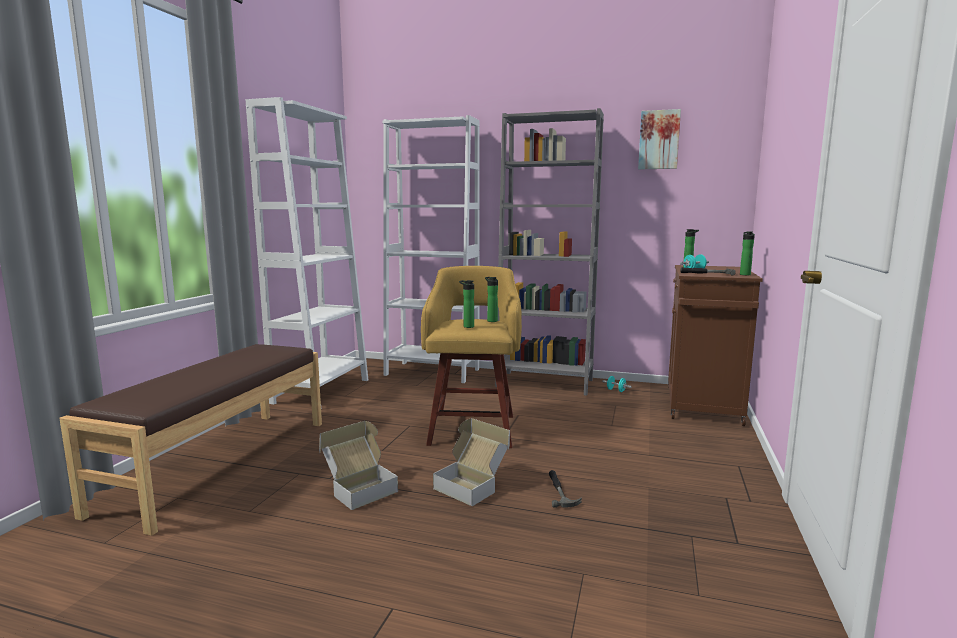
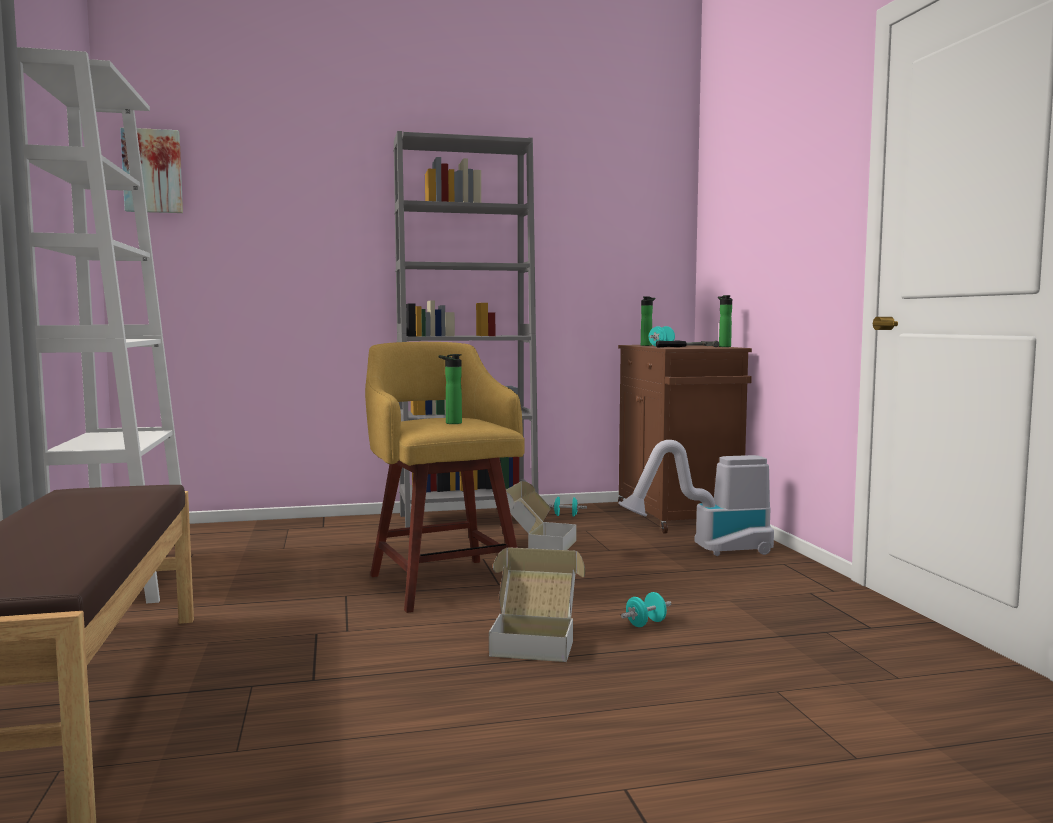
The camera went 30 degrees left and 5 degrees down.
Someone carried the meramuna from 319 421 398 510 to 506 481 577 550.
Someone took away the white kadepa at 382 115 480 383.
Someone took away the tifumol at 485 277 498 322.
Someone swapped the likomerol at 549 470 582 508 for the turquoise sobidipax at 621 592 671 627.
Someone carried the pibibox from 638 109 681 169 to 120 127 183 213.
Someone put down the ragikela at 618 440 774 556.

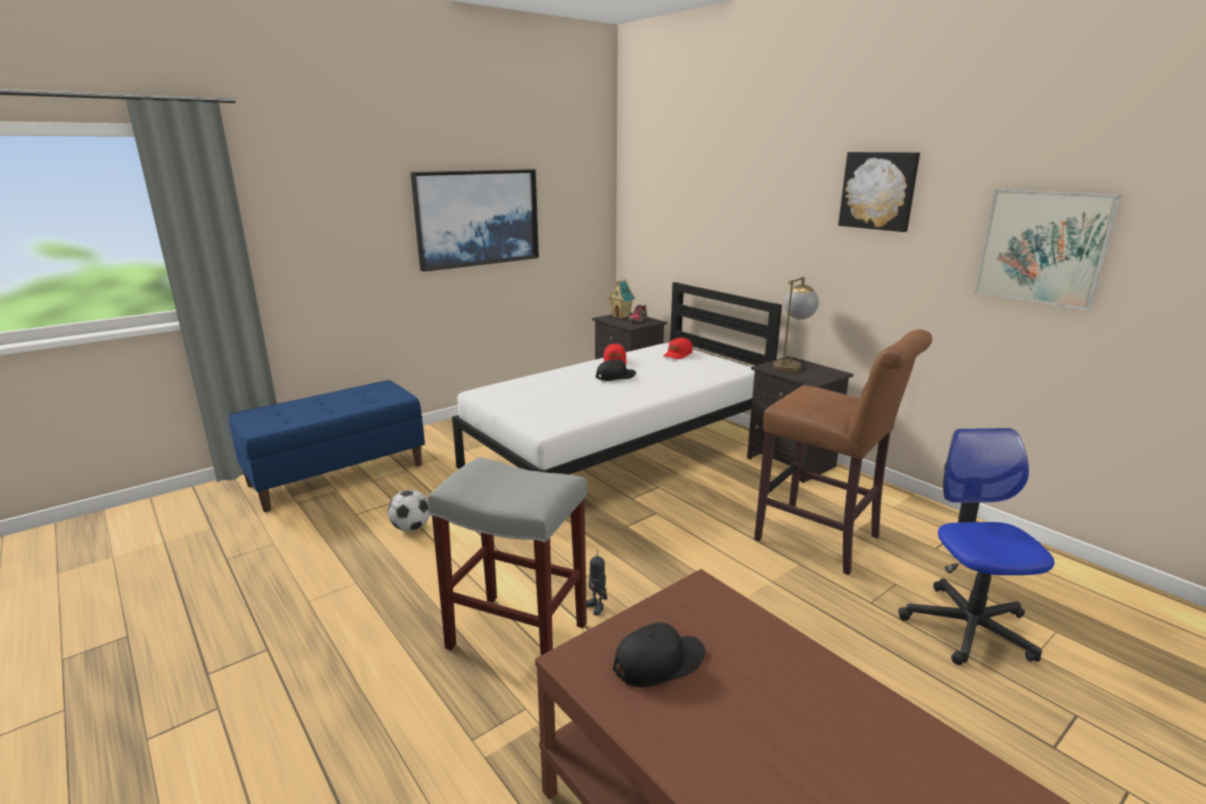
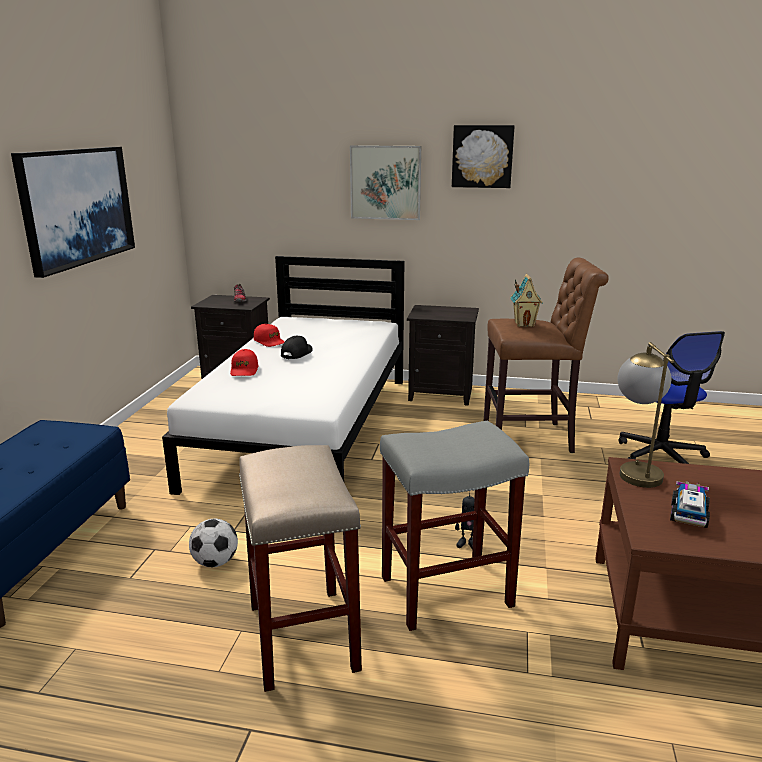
The camera went 40 degrees left and 0 degrees up.
Someone carried the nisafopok from 608 279 635 319 to 510 274 543 327.
Someone swapped the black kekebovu at 613 622 705 687 for the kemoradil at 670 481 710 528.
Someone carried the red kekebovu from 663 338 693 359 to 230 349 258 376.
Someone carried the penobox from 773 277 819 372 to 618 342 674 488.
Someone rotated the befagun at 898 428 1054 665 by 150 degrees counterclockwise.
Someone carried the pibibox from 974 189 1122 310 to 350 145 421 220.
Someone put down the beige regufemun at 239 445 362 692.

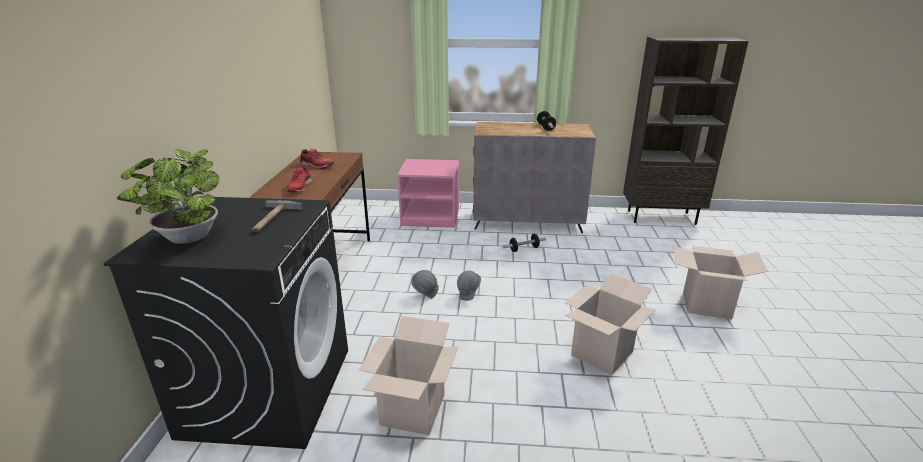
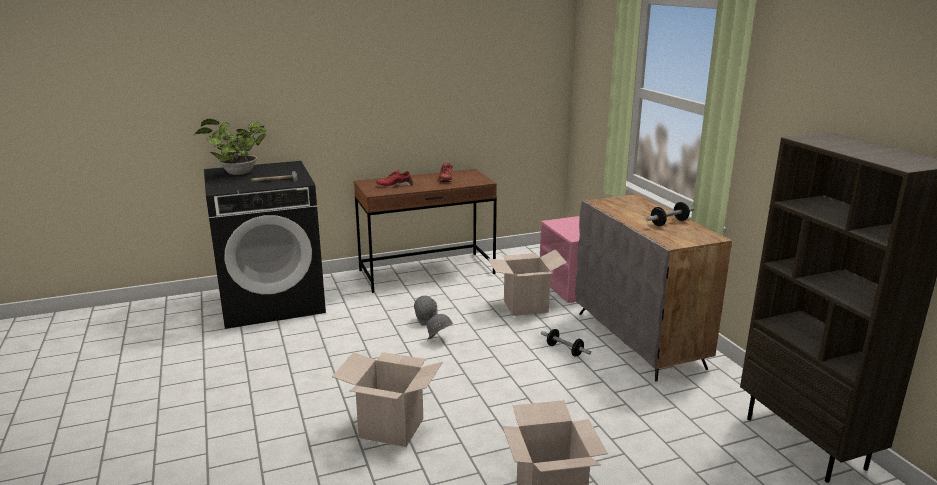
The camera went 65 degrees right and 5 degrees down.
Someone carried the meramuna from 359 316 458 435 to 488 249 567 316.

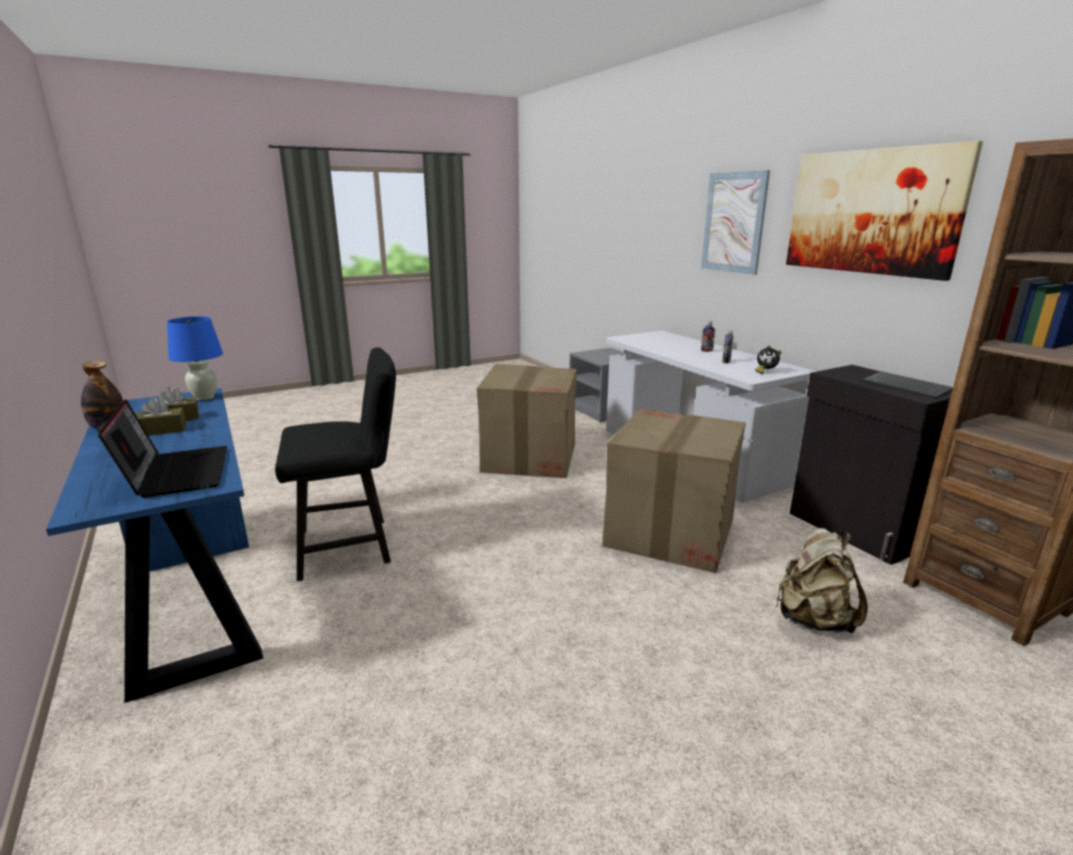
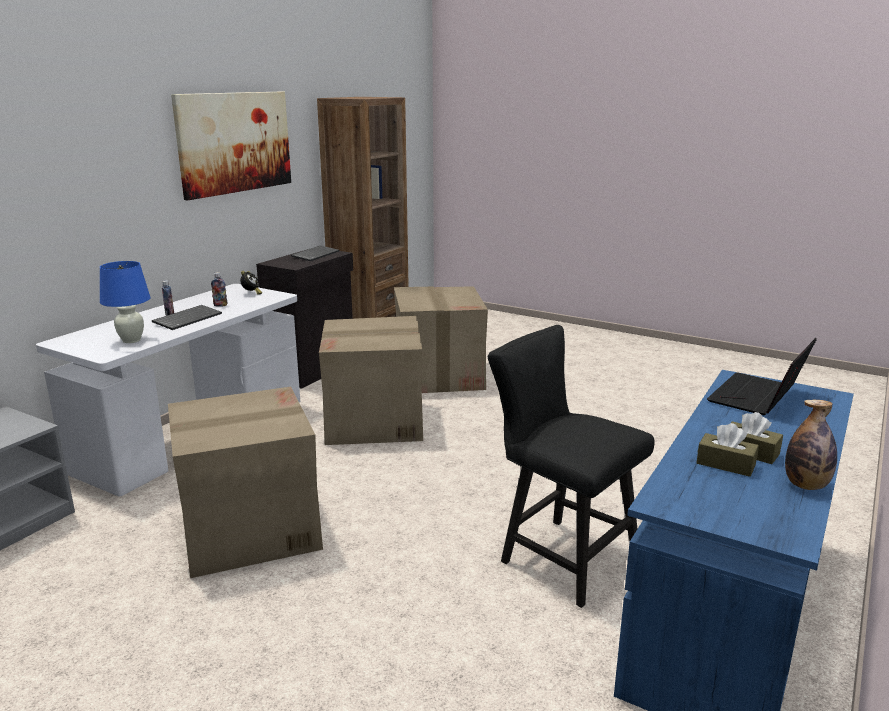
The camera went 120 degrees left and 0 degrees up.
Someone carried the blue penobox from 167 316 223 400 to 100 261 150 343.
Someone took away the pibibox at 701 170 770 275.
Someone swapped the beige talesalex at 776 528 868 634 for the meramuna at 394 286 488 393.
Someone put down the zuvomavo at 152 305 222 330.

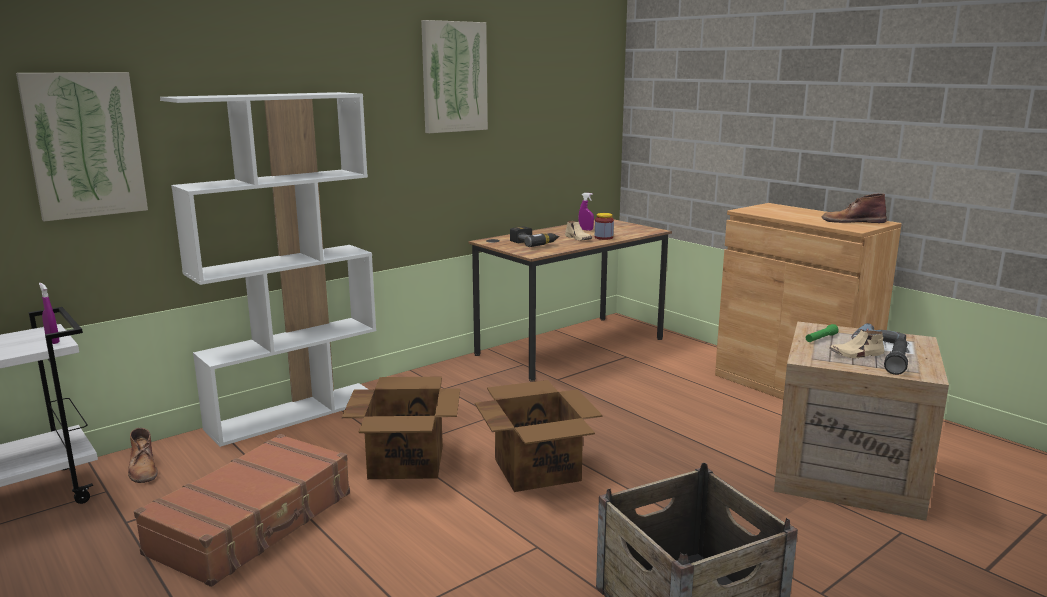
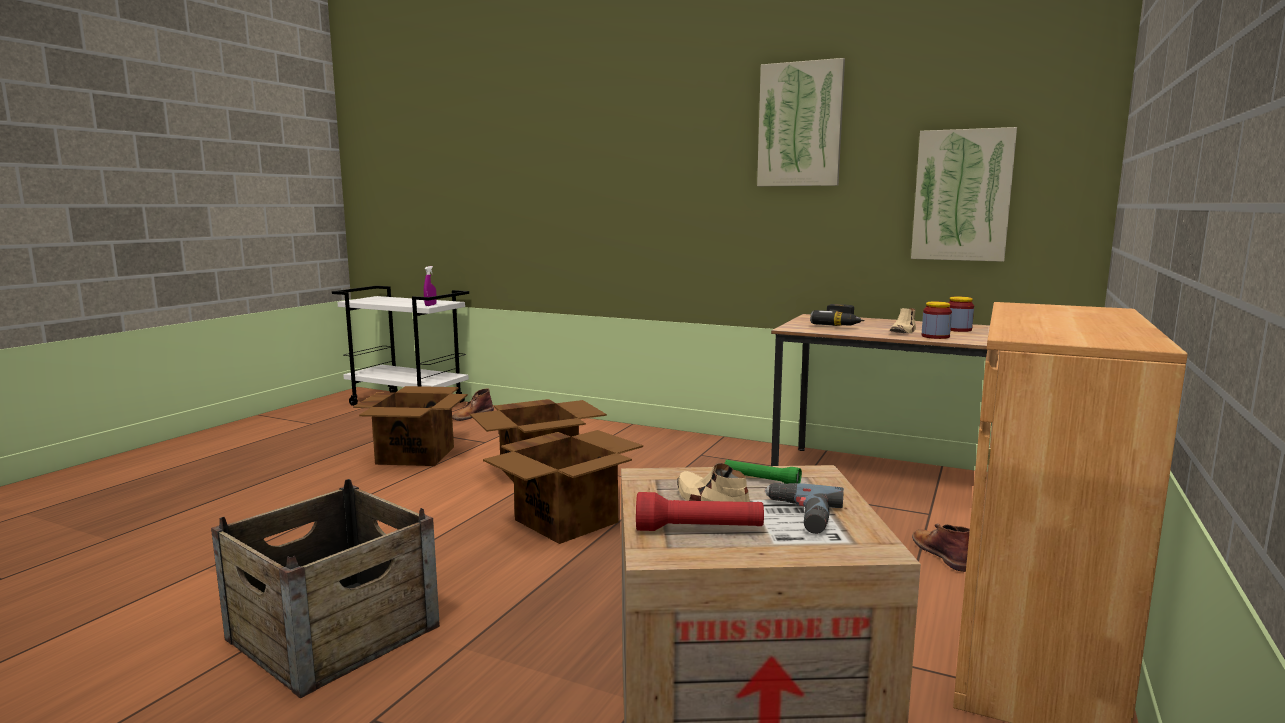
The camera went 65 degrees right and 5 degrees down.
Someone carried the pibibox from 16 72 148 221 to 911 127 1017 262.
Someone swapped the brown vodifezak at 134 434 350 587 for the meramuna at 353 386 468 466.
Someone took away the white kadepa at 160 92 376 447.
Someone swapped the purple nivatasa at 578 193 594 231 for the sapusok at 948 297 974 332.
Someone carried the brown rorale from 822 193 887 223 to 912 524 970 572.
Someone repainted the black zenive at 884 338 908 375, which became the red zenive at 636 492 764 531.

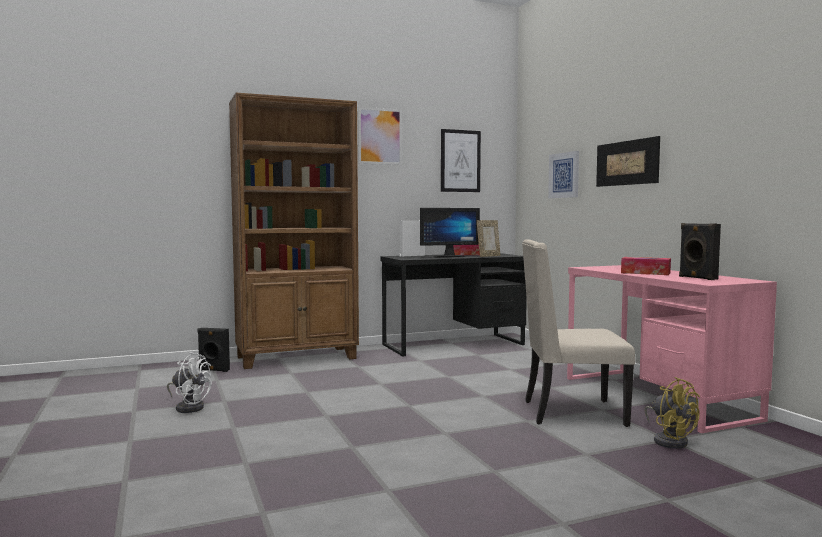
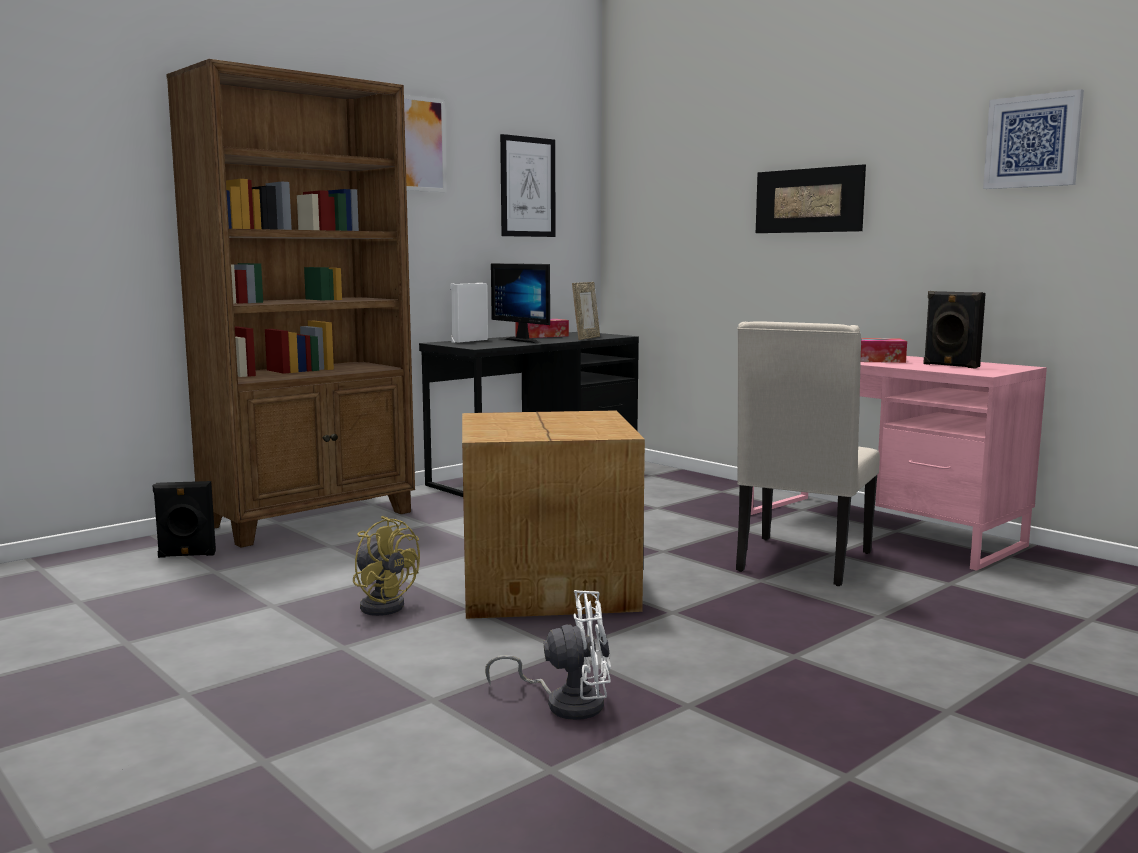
The camera went 20 degrees left and 5 degrees up.
Someone carried the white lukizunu from 167 352 212 413 to 485 590 611 720.
Someone rotated the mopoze at 420 208 480 257 by 90 degrees clockwise.
Someone rotated the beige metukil at 522 239 635 427 by 45 degrees counterclockwise.
Someone carried the pibibox from 548 151 579 198 to 983 89 1084 189.
Someone carried the yellow lukizunu from 644 377 700 449 to 353 516 420 616.
Someone put down the meramuna at 462 410 645 619.

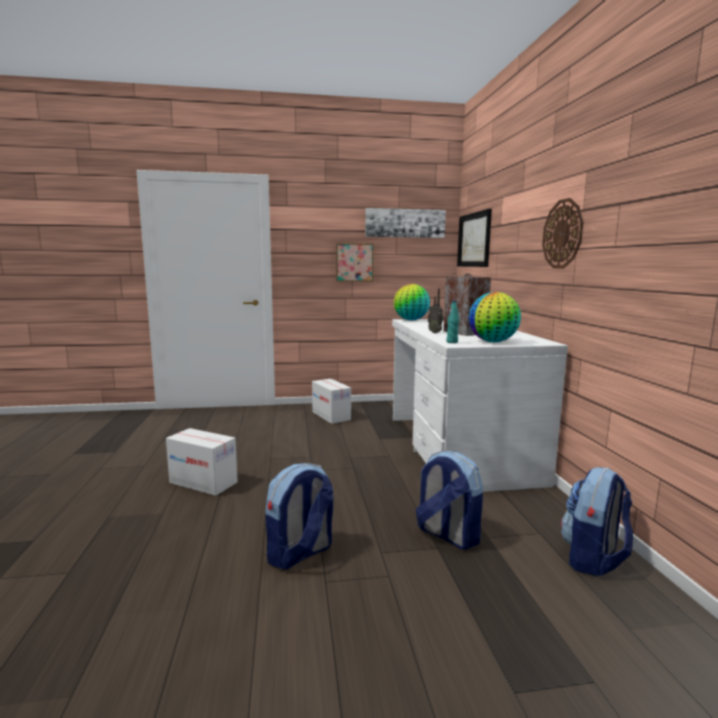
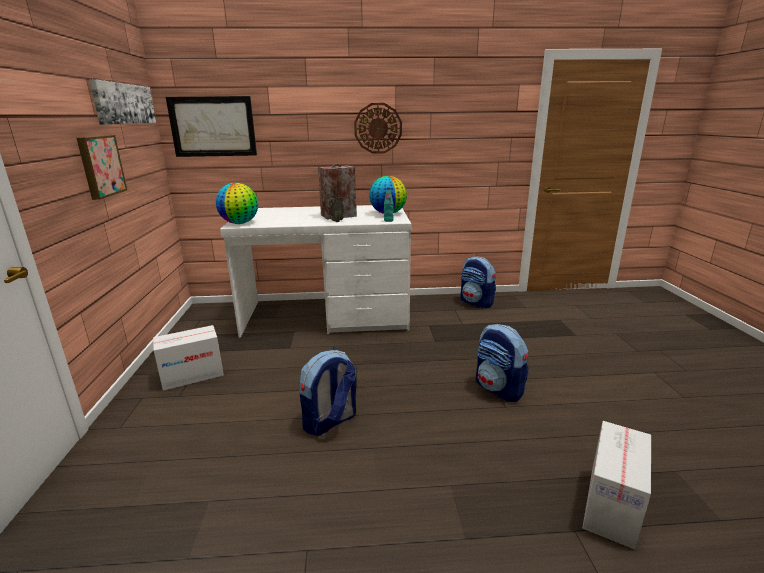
The camera went 85 degrees left and 10 degrees up.
Someone carried the meramuna from 166 428 238 496 to 582 421 651 550.
Someone carried the talesalex from 416 451 483 550 to 300 350 356 436.

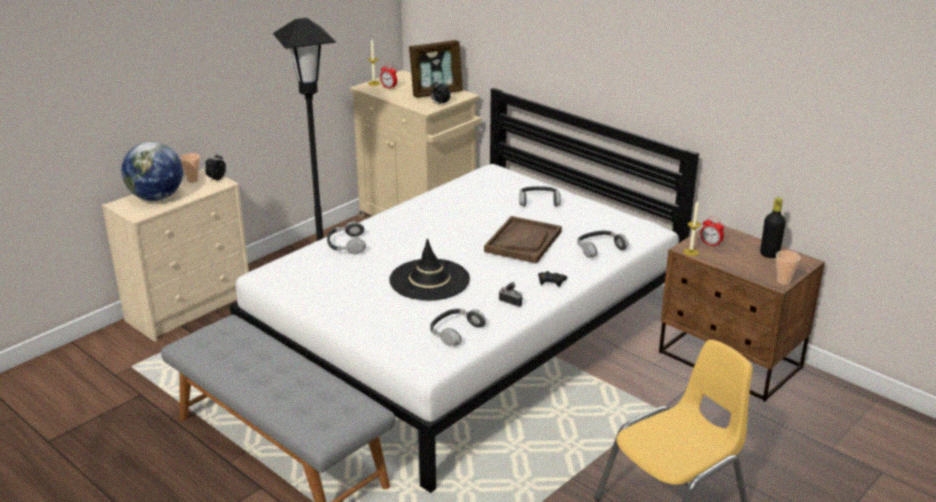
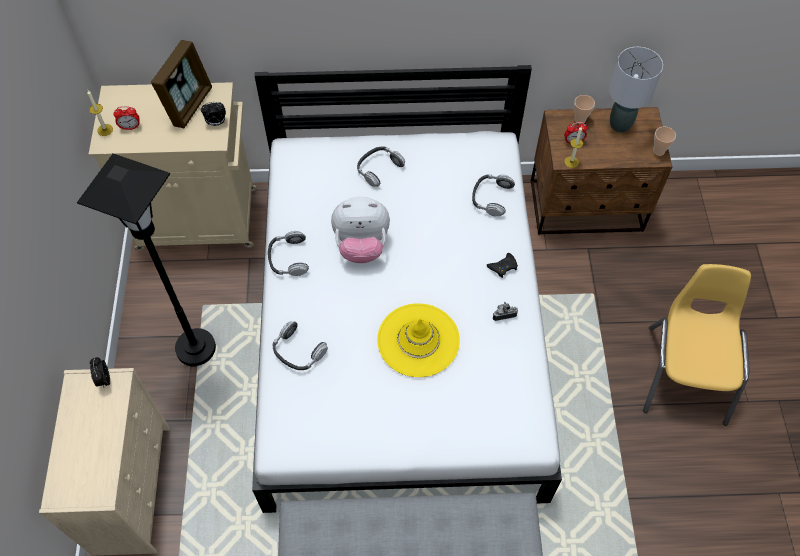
The camera went 45 degrees left and 30 degrees up.
Someone took away the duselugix at 122 141 183 201.
Someone carried the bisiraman from 180 153 200 183 to 574 95 595 124.
Someone repainted the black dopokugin at 389 238 470 300, which became the yellow dopokugin at 377 303 460 377.
Someone carried the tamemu from 430 309 486 346 to 268 231 309 276.
Someone took away the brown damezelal at 484 216 562 264.
Someone swapped the black tifumol at 760 197 786 258 for the grey penobox at 609 47 663 133.
Someone put down the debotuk at 331 197 390 263.

